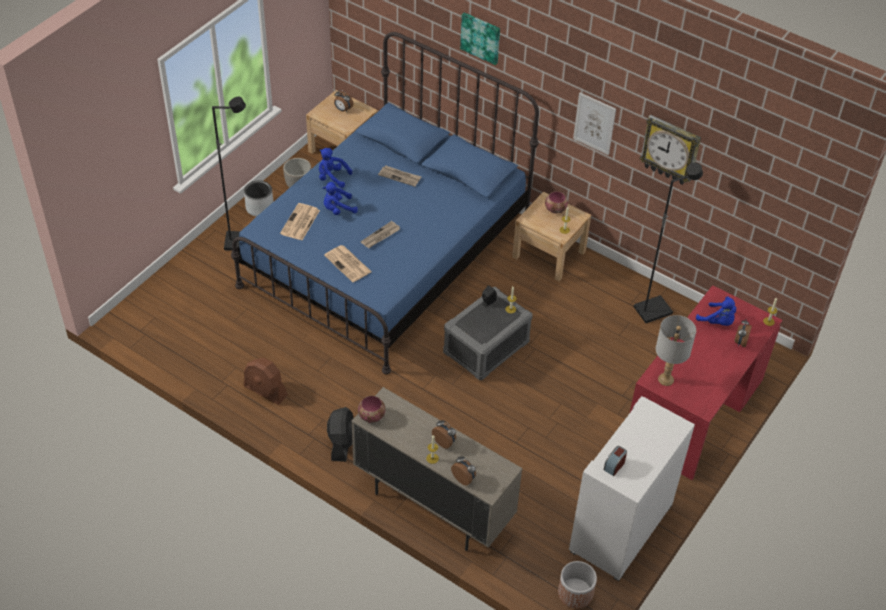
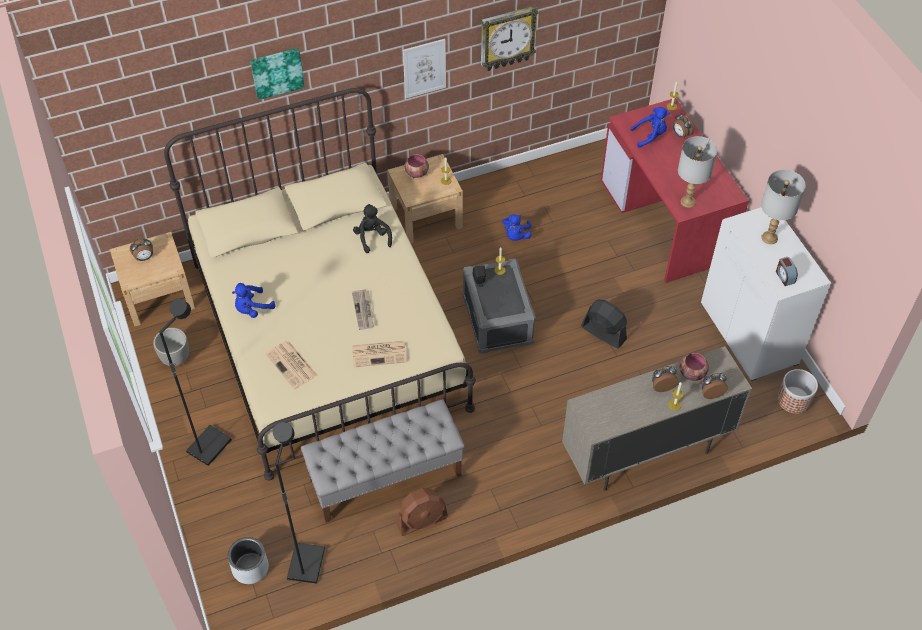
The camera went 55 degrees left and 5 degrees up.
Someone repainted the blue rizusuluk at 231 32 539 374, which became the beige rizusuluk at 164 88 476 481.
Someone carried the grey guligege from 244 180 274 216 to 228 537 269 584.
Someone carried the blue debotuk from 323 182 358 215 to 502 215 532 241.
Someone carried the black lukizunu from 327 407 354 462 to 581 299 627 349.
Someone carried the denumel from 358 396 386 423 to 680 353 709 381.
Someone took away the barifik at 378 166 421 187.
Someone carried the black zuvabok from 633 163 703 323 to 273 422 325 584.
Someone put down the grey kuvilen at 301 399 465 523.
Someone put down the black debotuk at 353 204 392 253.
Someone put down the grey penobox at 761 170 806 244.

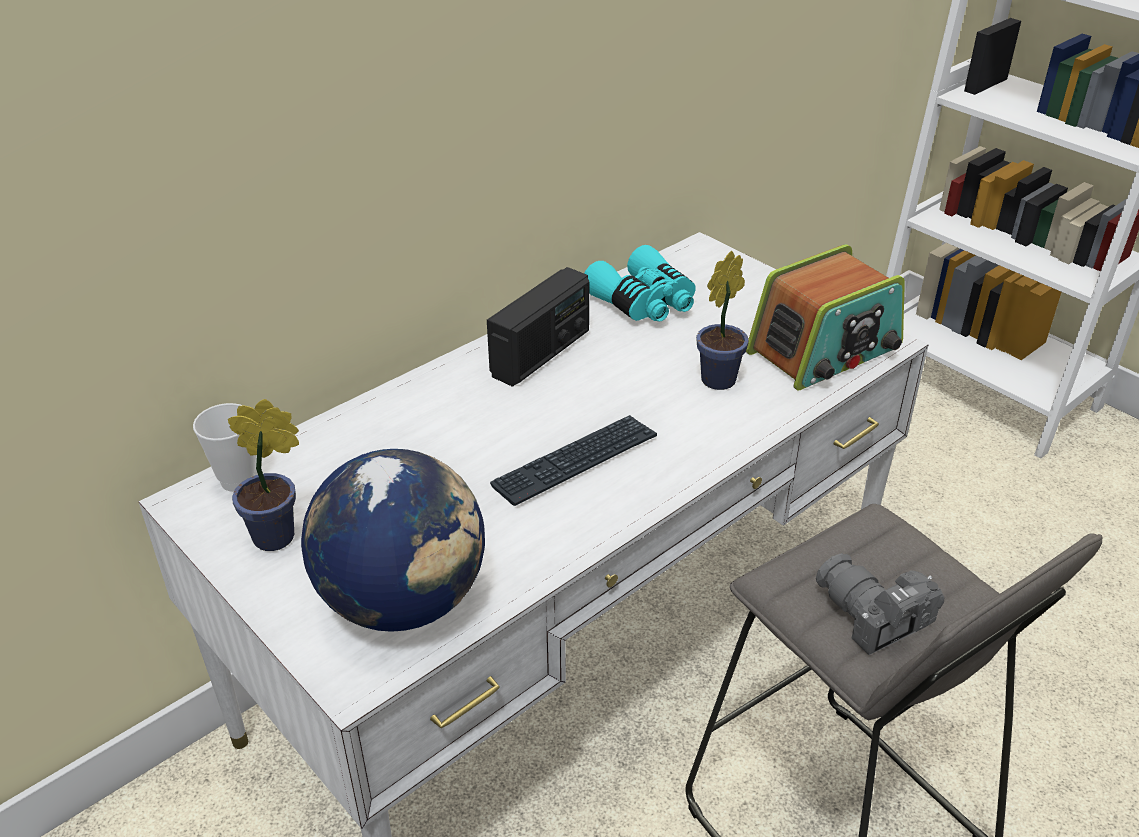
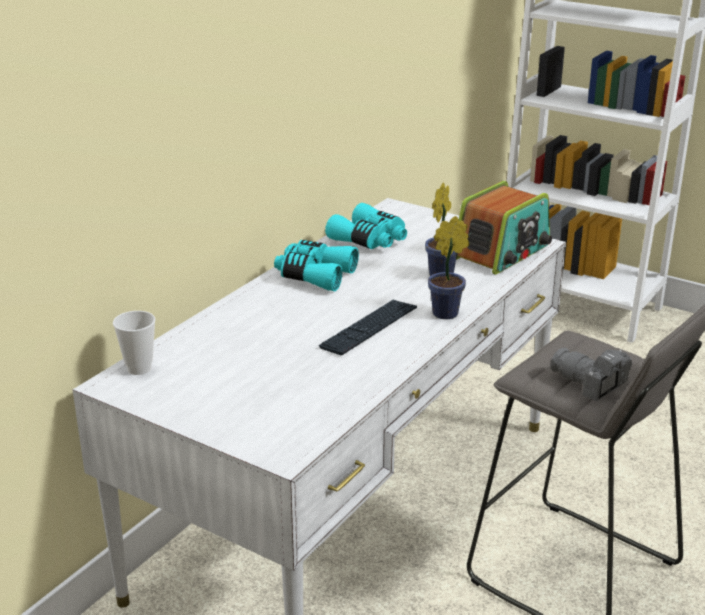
The camera went 15 degrees left and 10 degrees down.
Someone carried the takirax from 228 399 299 551 to 428 216 469 319.
Someone took away the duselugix at 301 449 485 632.
Someone swapped the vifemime at 487 267 589 387 for the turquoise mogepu at 274 240 359 291.

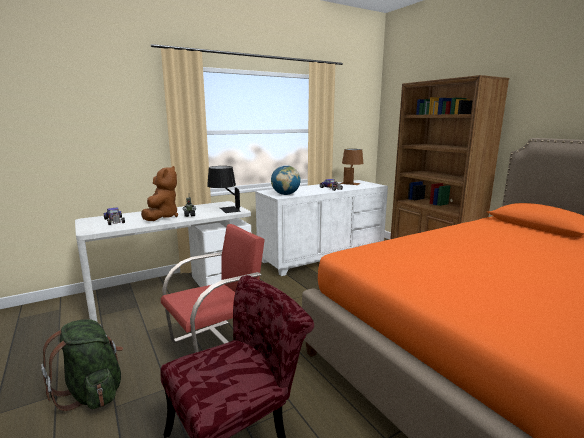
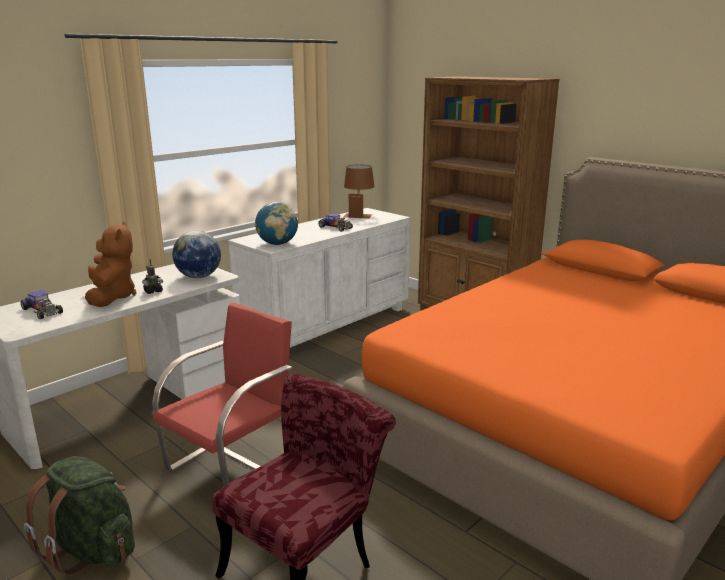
The camera went 15 degrees left and 5 degrees up.
Someone swapped the black penobox at 207 166 241 213 for the duselugix at 172 231 221 278.

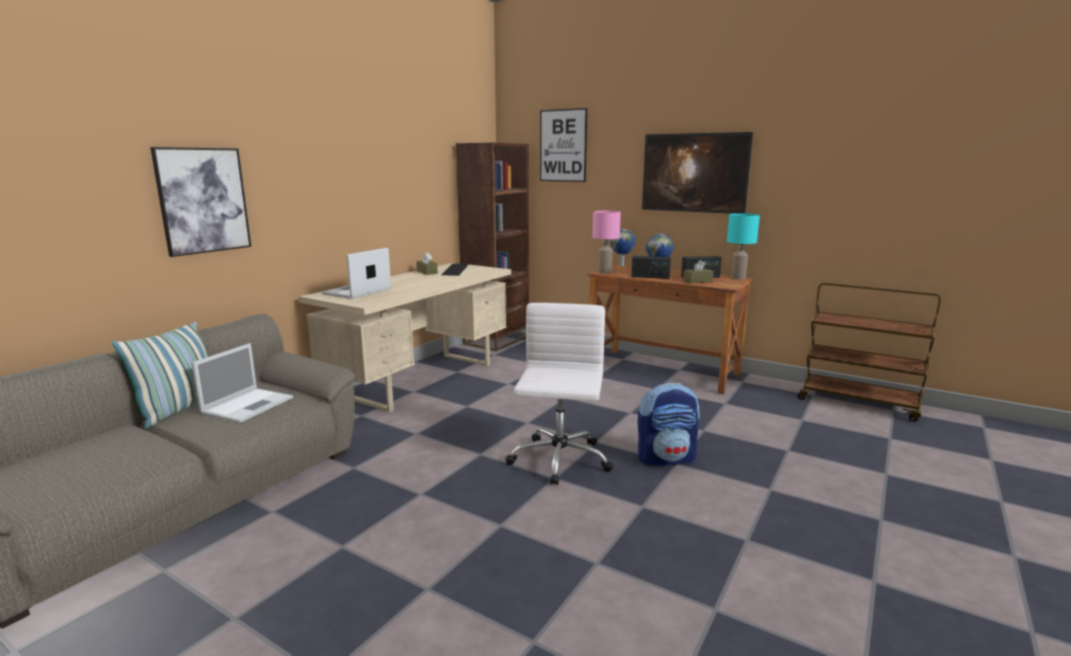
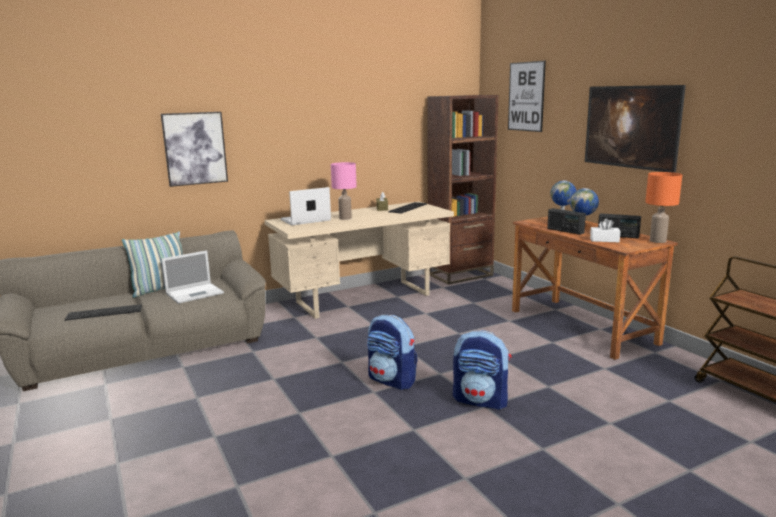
The camera went 30 degrees right and 0 degrees up.
Someone swapped the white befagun at 505 303 613 485 for the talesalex at 367 315 418 390.
Someone carried the pink penobox from 592 211 621 273 to 331 162 357 220.
Someone repainted the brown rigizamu at 683 260 714 284, which became the white rigizamu at 590 218 621 242.
Someone repainted the turquoise penobox at 727 213 760 280, which became the orange penobox at 645 172 682 243.
Someone put down the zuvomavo at 65 304 142 321.

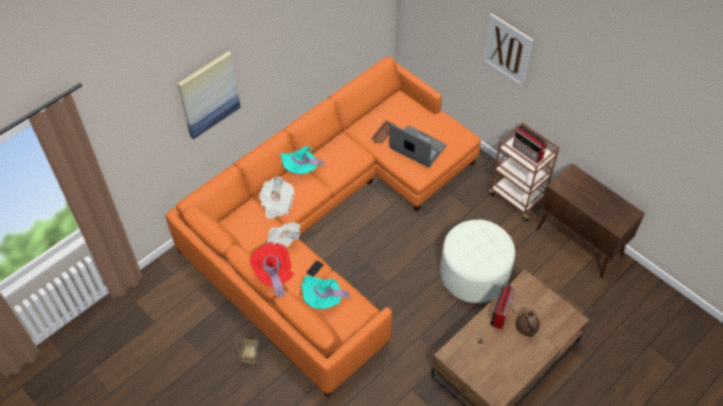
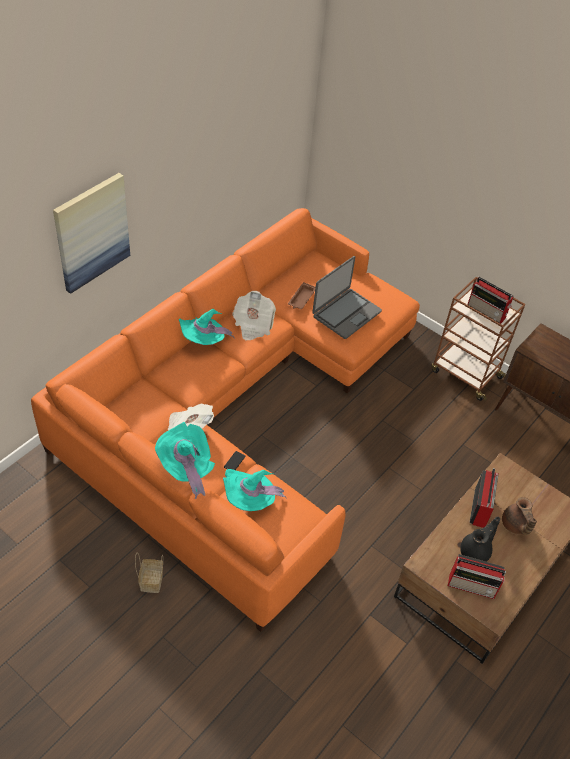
The camera went 10 degrees left and 5 degrees down.
Someone repainted the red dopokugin at 250 241 294 299, which became the turquoise dopokugin at 155 422 215 499.
Someone carried the barifik from 259 177 295 219 to 232 291 276 341.
Someone rotated the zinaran at 389 124 447 167 by 105 degrees clockwise.
Someone took away the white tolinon at 440 220 515 303.
Someone took away the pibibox at 482 13 534 88.
Someone put down the vifemime at 448 554 506 599.
Someone put down the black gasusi at 460 516 500 562.

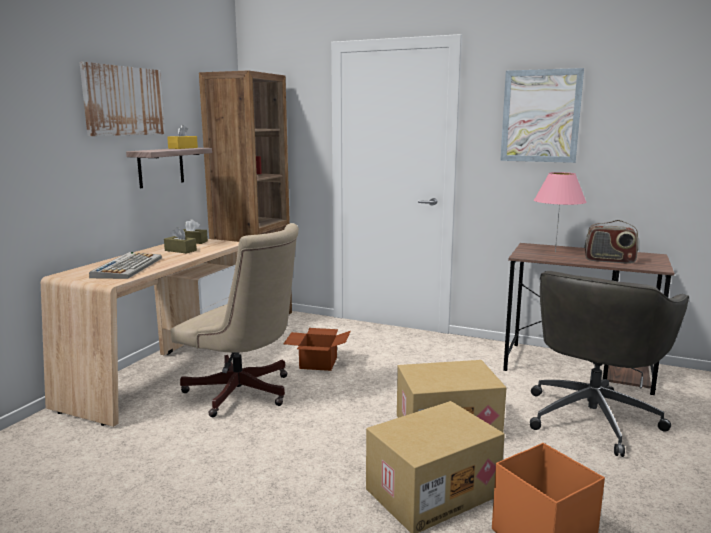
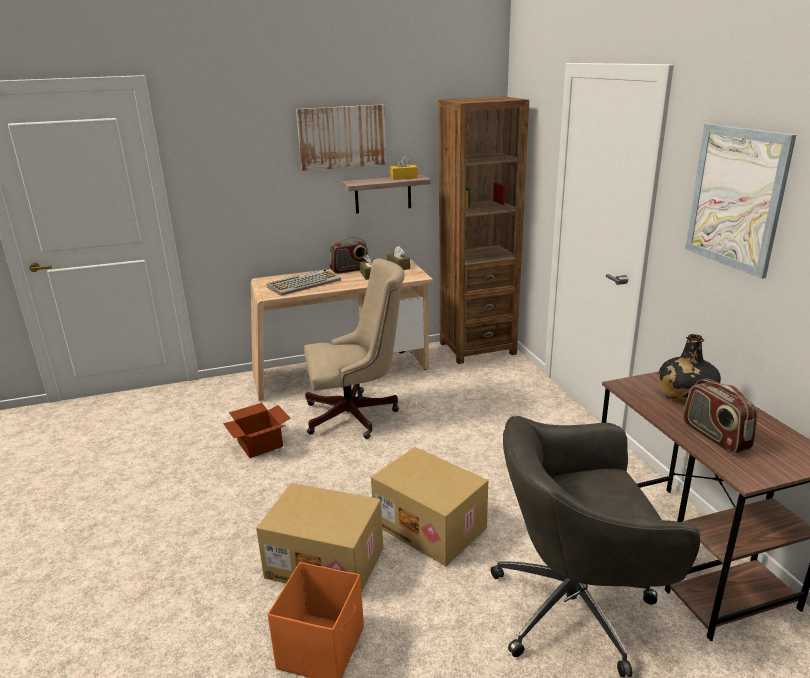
The camera went 50 degrees right and 10 degrees up.
Someone rotated the beige befagun at 170 223 299 417 by 90 degrees counterclockwise.
Someone carried the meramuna from 283 328 351 371 to 223 403 291 458.
Someone swapped the pink penobox at 534 172 586 252 for the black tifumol at 659 334 721 404.
Someone put down the vifemime at 329 237 369 274.

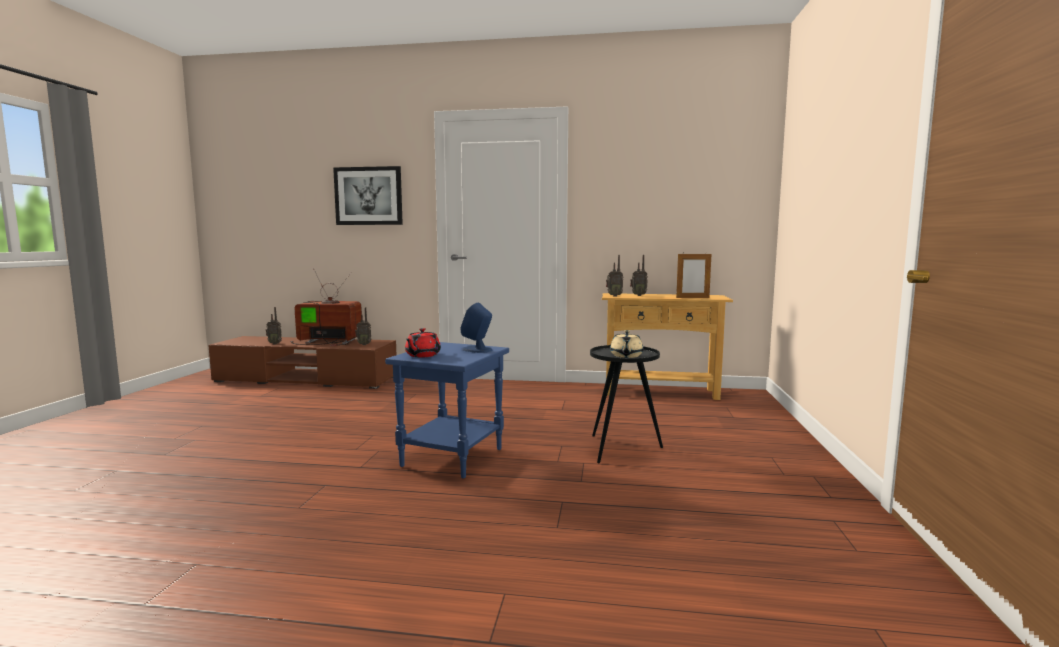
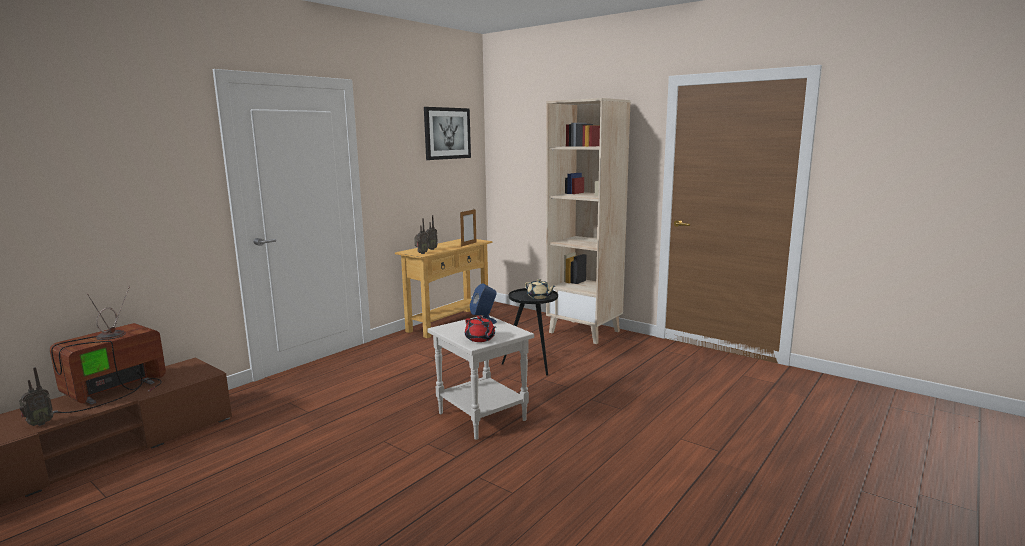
The camera went 60 degrees left and 5 degrees up.
Someone carried the pibibox from 333 166 403 225 to 424 107 471 160.
Someone took away the vifemime at 355 307 372 345.
Someone repainted the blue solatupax at 385 342 509 479, which became the white solatupax at 427 315 534 440.
Someone put down the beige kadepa at 546 98 631 344.

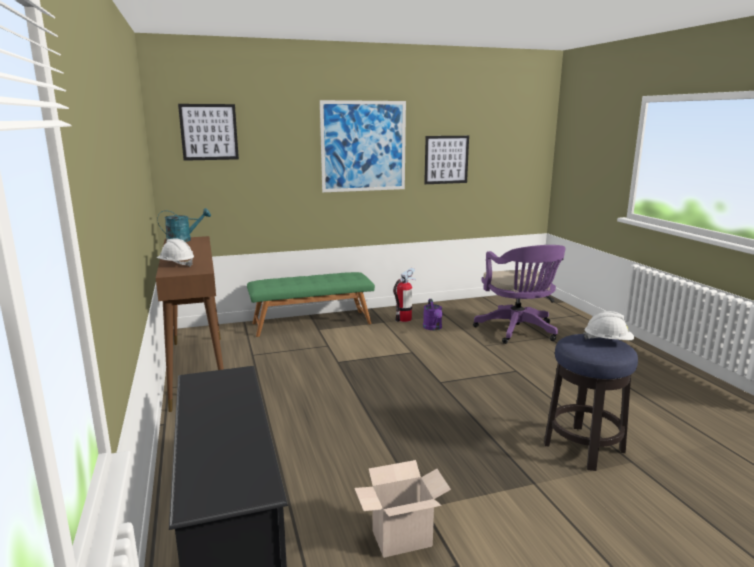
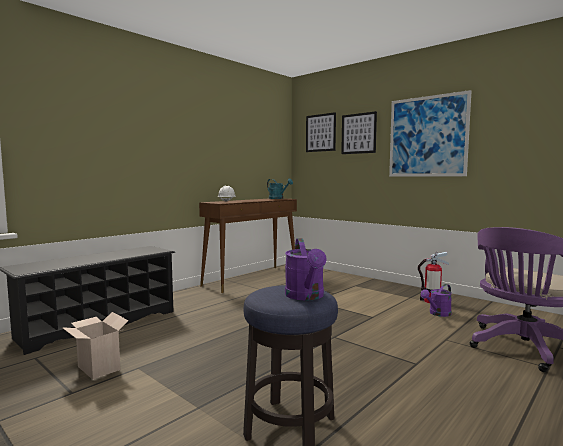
The camera went 60 degrees right and 10 degrees down.
Someone took away the green kuvilen at 247 272 375 337.
Someone carried the pibibox from 424 136 469 184 to 341 111 377 154.
Someone swapped the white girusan at 584 311 634 340 for the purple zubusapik at 285 238 327 300.

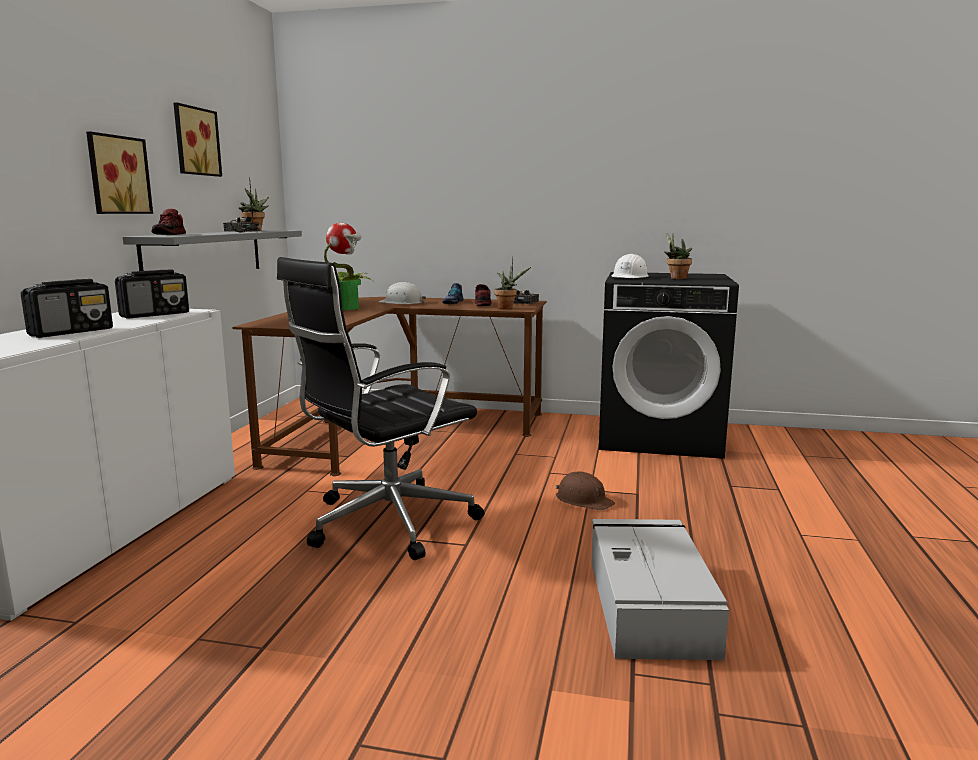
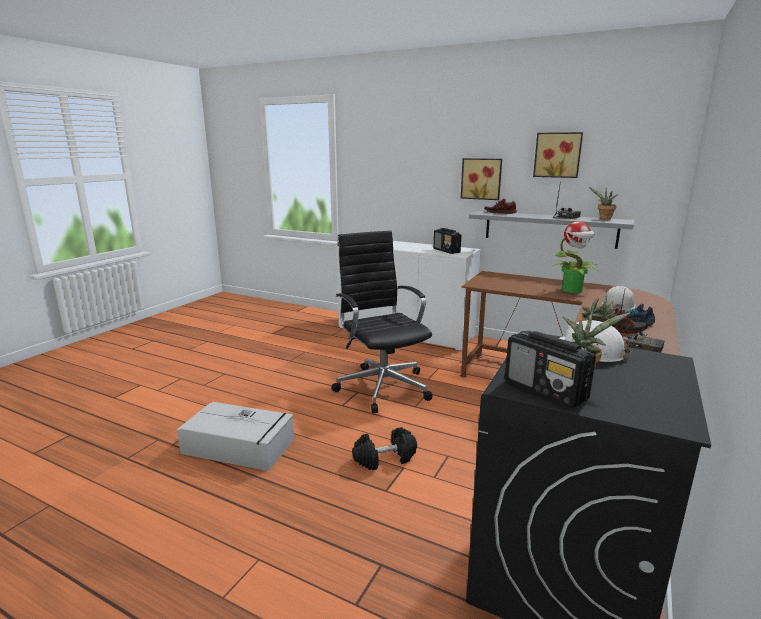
The camera went 105 degrees right and 5 degrees up.
Someone carried the vifemime from 21 279 113 338 to 505 331 596 408.
Someone swapped the brown girusan at 556 471 615 510 for the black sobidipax at 352 427 417 470.

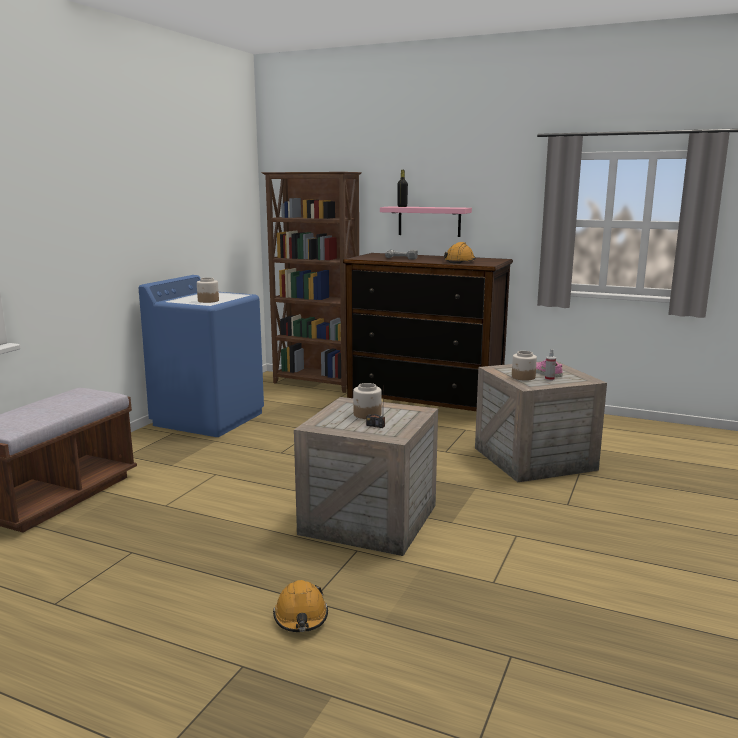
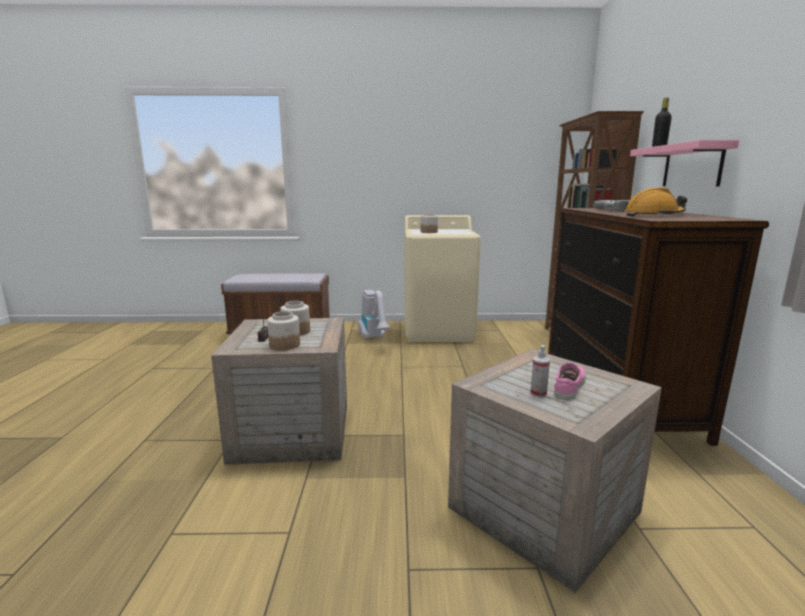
The camera went 65 degrees right and 0 degrees up.
Someone repainted the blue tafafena at 139 275 264 437, which became the beige tafafena at 404 215 481 342.
Someone took away the orange girusan at 273 580 328 632.
Someone carried the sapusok from 512 351 537 381 to 267 311 300 351.
Someone put down the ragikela at 358 290 391 339.

